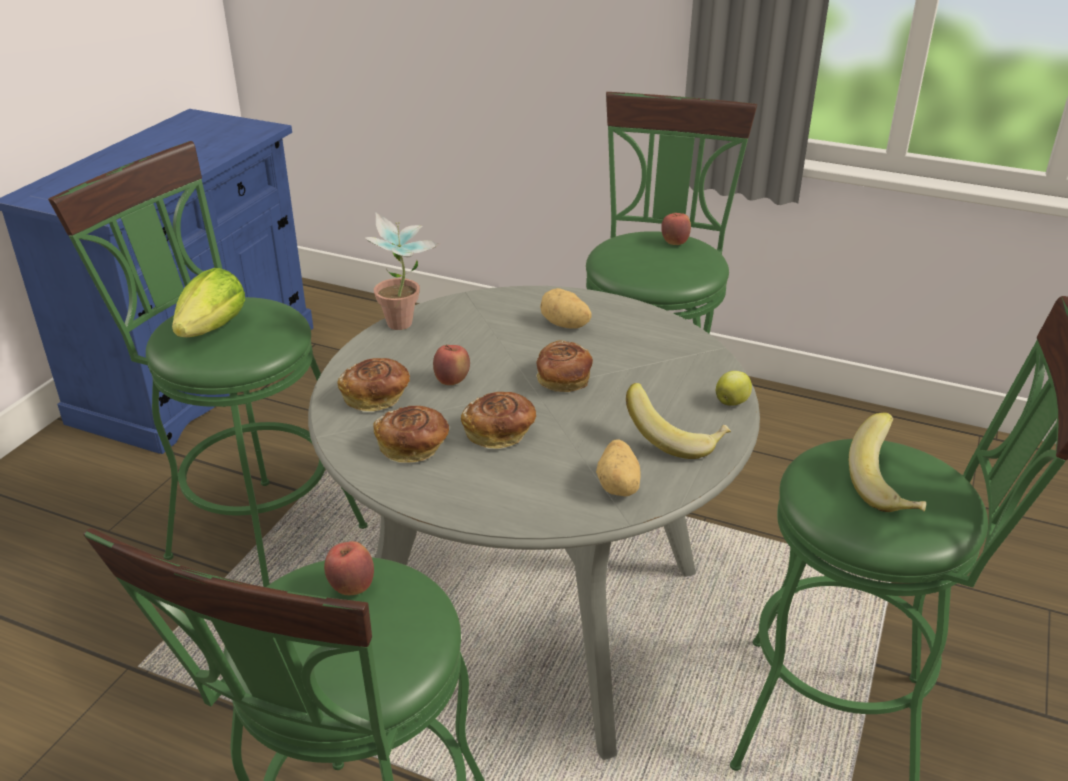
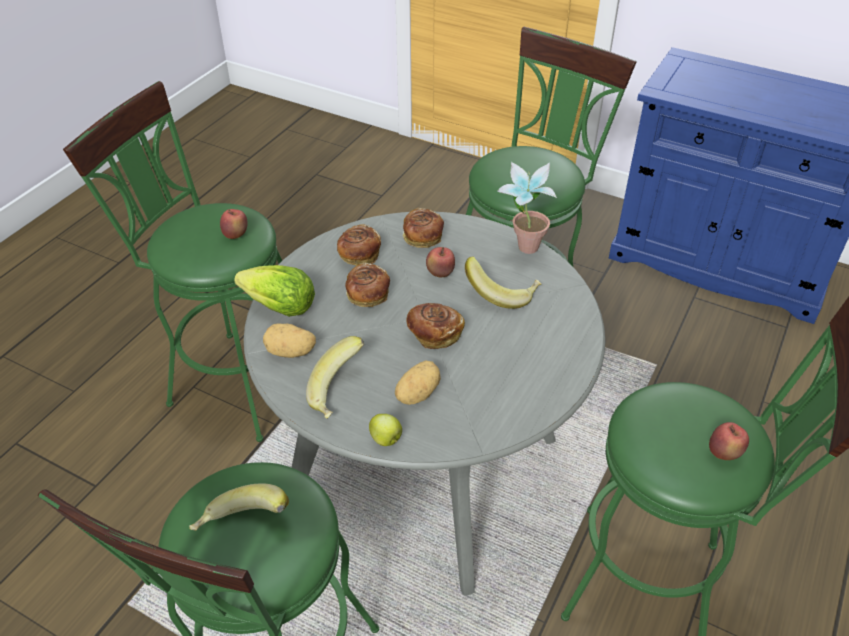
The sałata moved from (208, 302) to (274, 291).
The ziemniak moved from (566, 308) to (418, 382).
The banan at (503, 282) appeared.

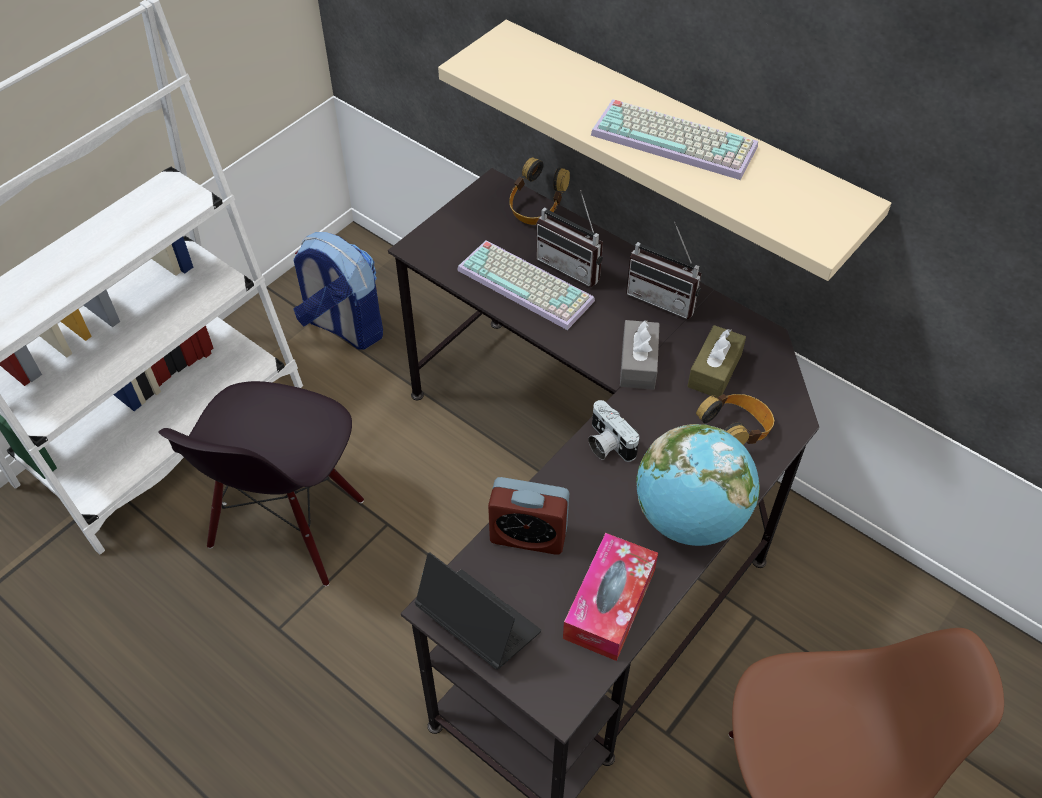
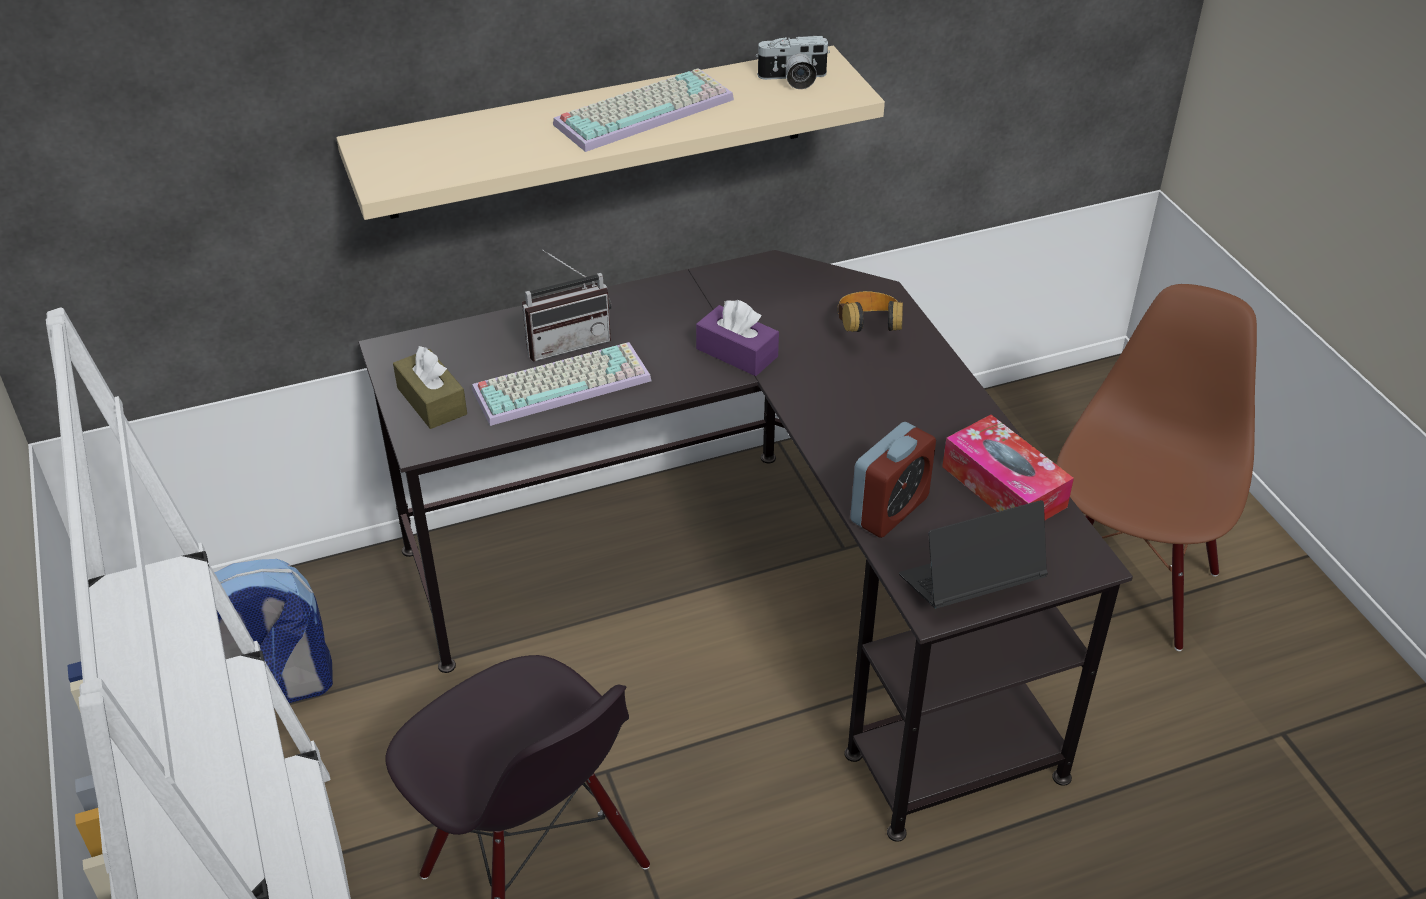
The słuchawki at (539, 191) disappeared.
The aparat fotograficzny moved from (613, 431) to (792, 62).
The pudełko chusteczek [szary] at (640, 355) became the pudełko chusteczek [fioletowy] at (737, 338).
The radio at (664, 270) disappeared.
The globus at (698, 485) disappeared.
The pudełko chusteczek [brązowy] moved from (716, 361) to (430, 387).

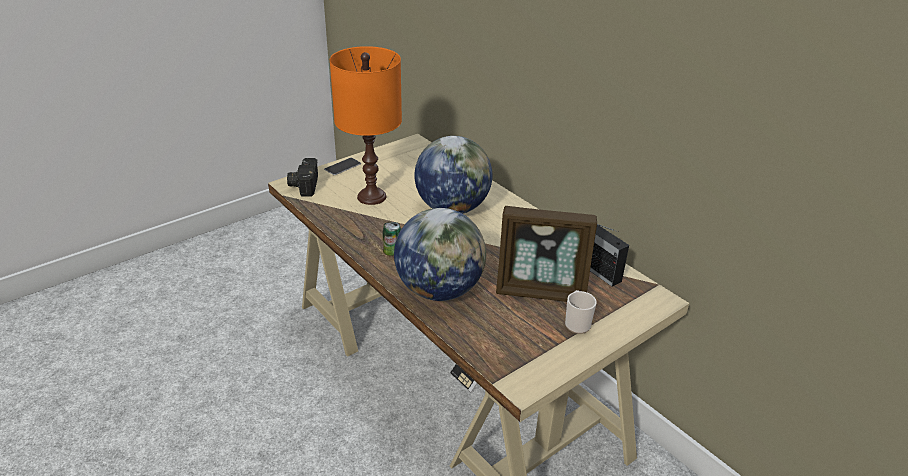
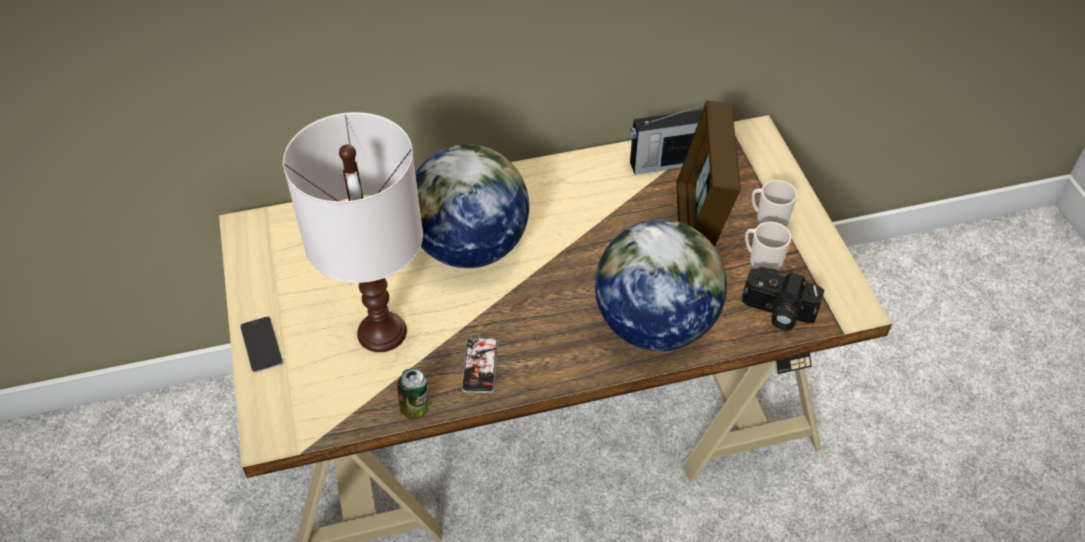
The aparat fotograficzny moved from (302, 177) to (783, 298).
The lampa stołowa [pomarańczowy] at (366, 125) became the lampa stołowa [biały] at (353, 232).
The puszka moved from (392, 239) to (413, 393).
The ramka na zdjęcie at (546, 254) turned 150 degrees clockwise.
The telefon at (480, 365) appeared.
The kubek at (768, 246) appeared.

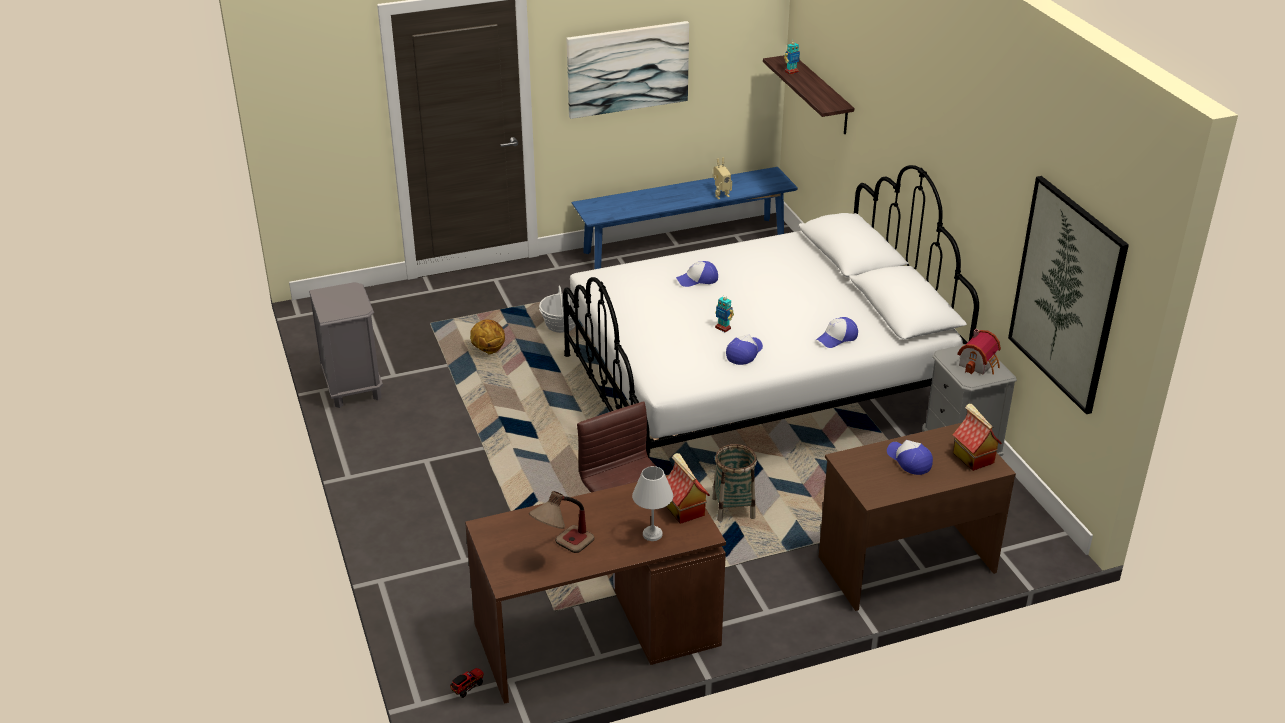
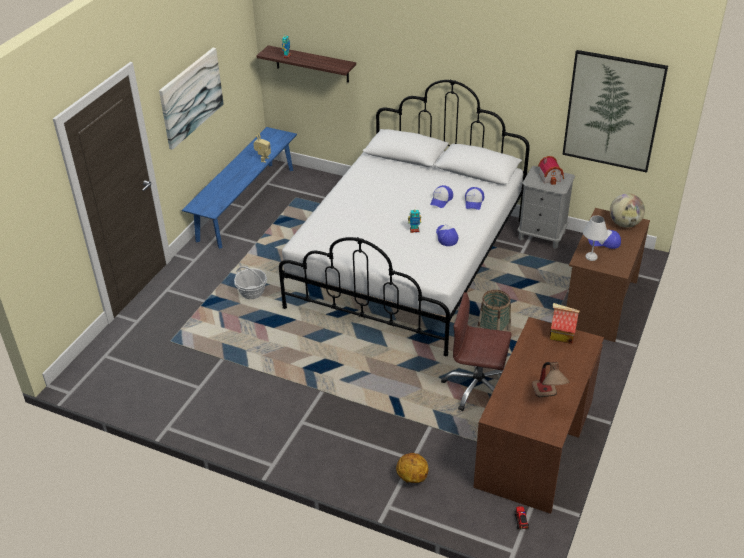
The szafka nocna [szary] at (346, 345) disappeared.
The piłka do koszykówki moved from (487, 336) to (412, 468).
The lampa stołowa [biały] moved from (652, 503) to (595, 238).
The czapka z daszkiem moved from (697, 274) to (441, 196).
The domek at (977, 437) was replaced by the globus at (627, 210).

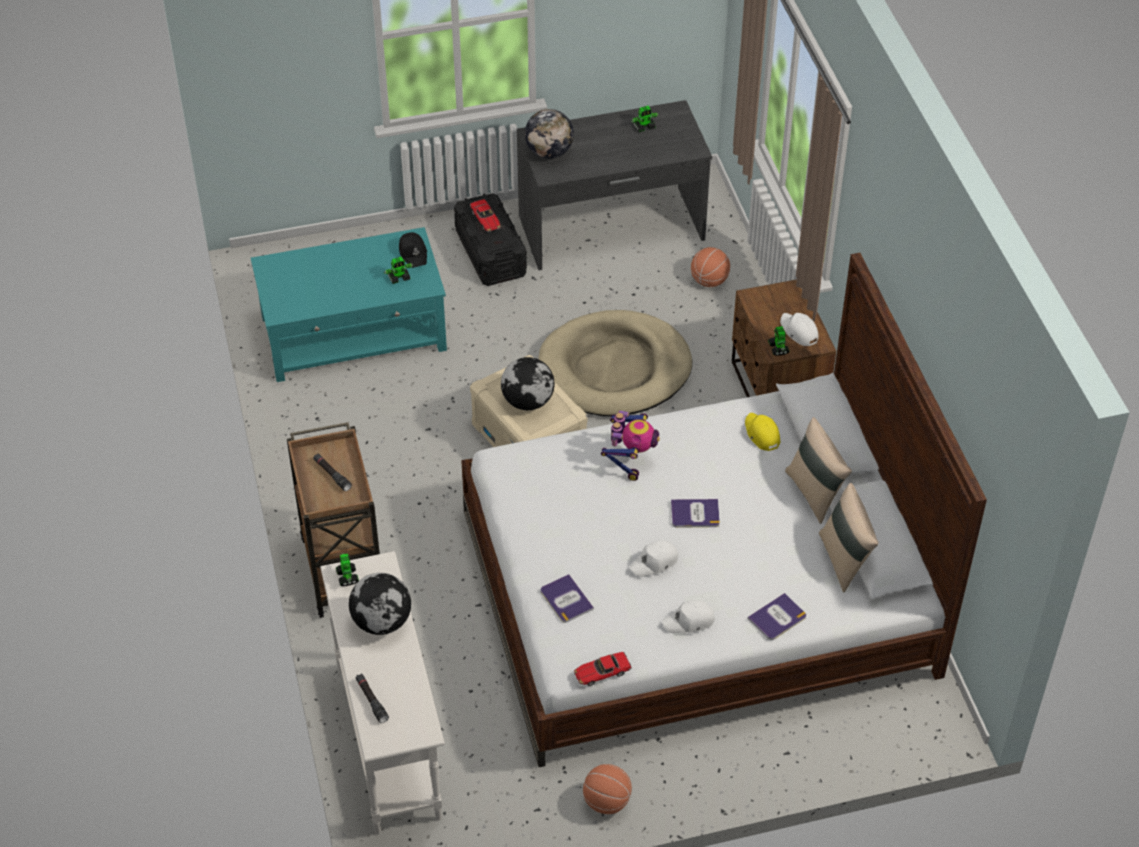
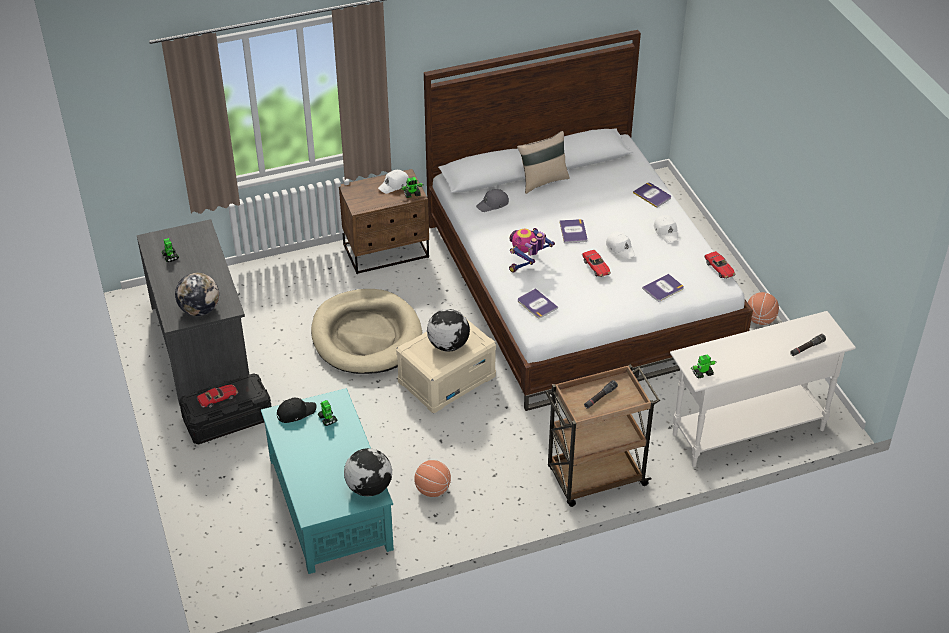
The globus moved from (380, 604) to (368, 472).
The robot zabawkowy at (630, 446) turned 60 degrees counterclockwise.
The piłka do koszykówki moved from (710, 267) to (432, 478).
The czapka z daszkiem [żółty] at (762, 432) became the czapka z daszkiem [szary] at (492, 200).
The poduszka [beżowy] at (849, 537) disappeared.
The książka at (538, 303) appeared.
The samochodzik at (596, 263) appeared.

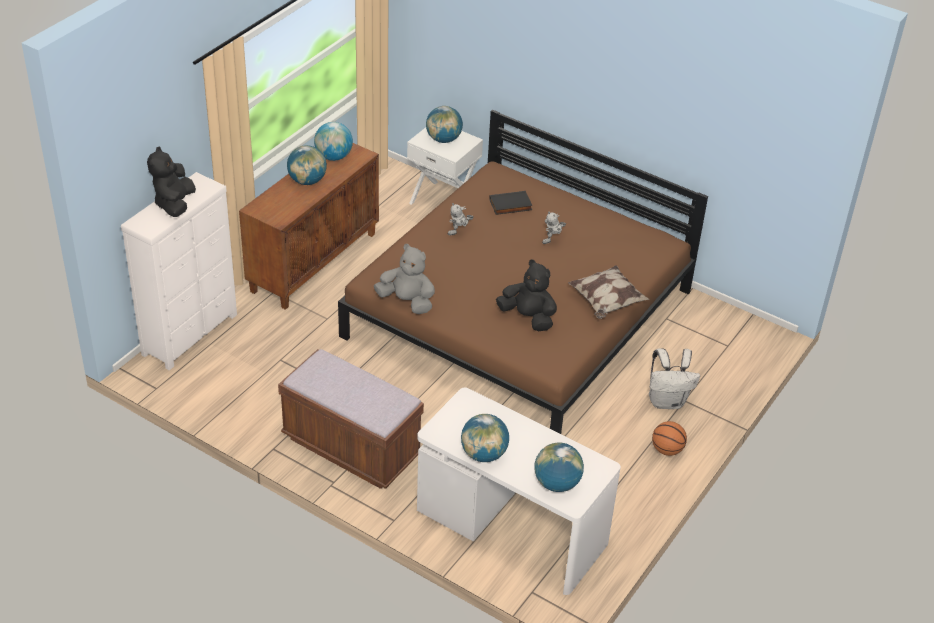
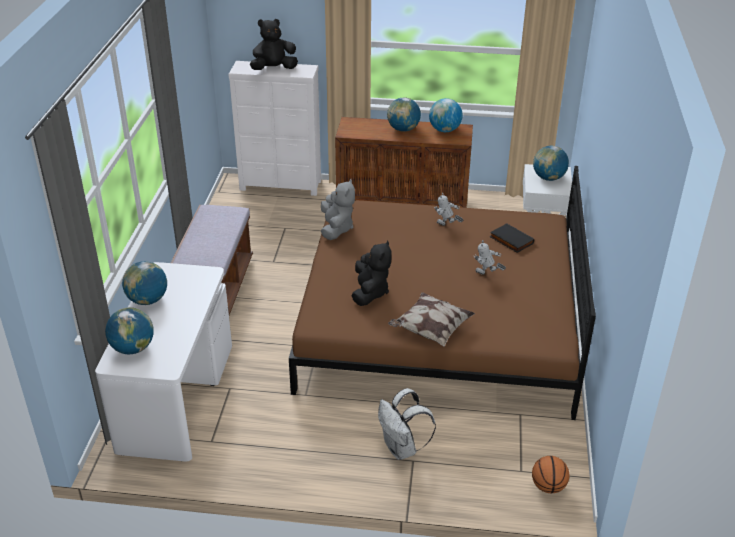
The piłka do koszykówki moved from (669, 438) to (550, 474).

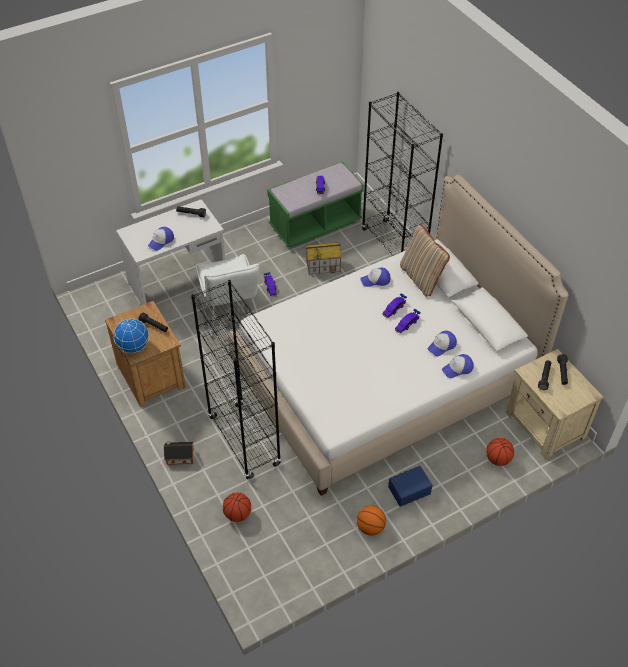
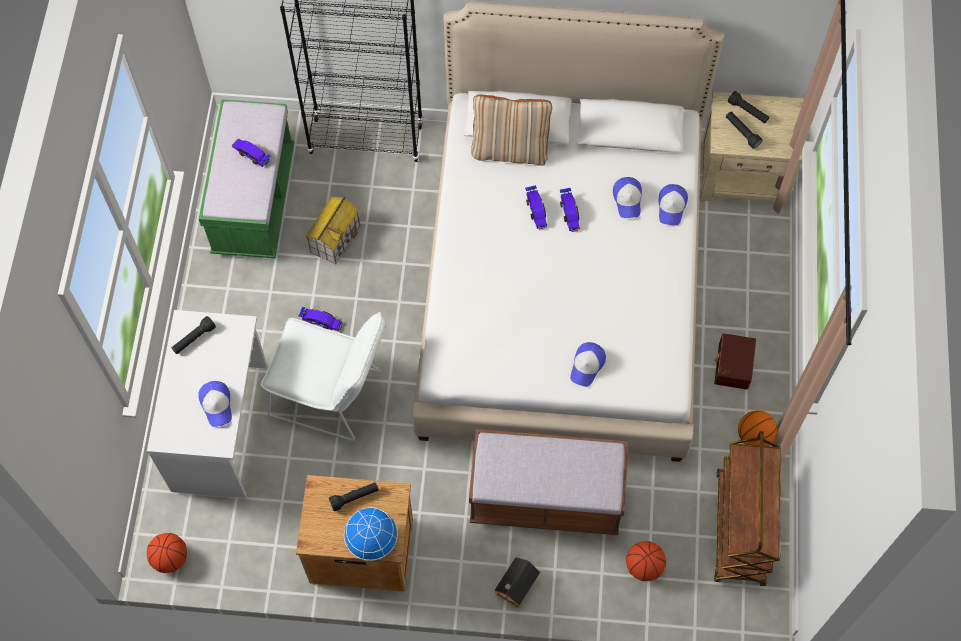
The regał [czarny] at (236, 380) was replaced by the ławka [brązowy] at (548, 482).
The czapka z daszkiem moved from (375, 277) to (588, 364).
The pojemnik do przechowywania [niebieski] at (410, 486) became the pojemnik do przechowywania [brązowy] at (735, 361).
The piłka do koszykówki moved from (500, 452) to (167, 553).
The wózek [brązowy] at (747, 508) appeared.

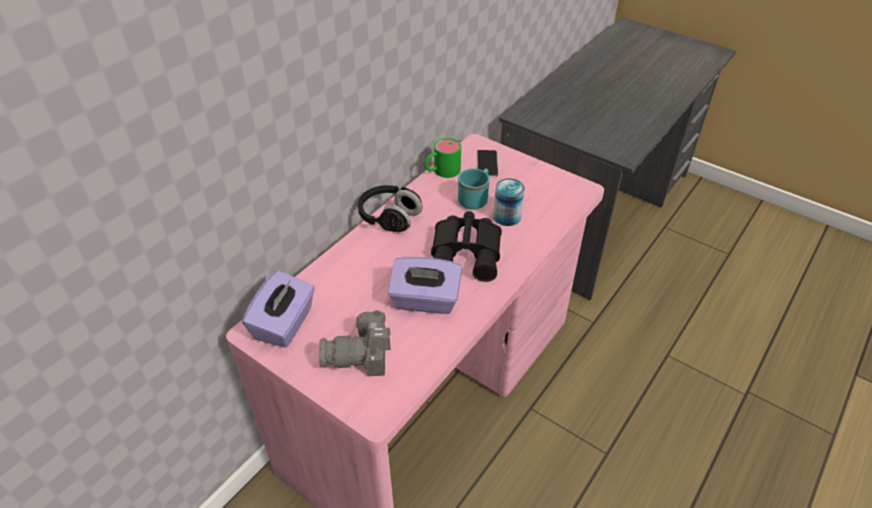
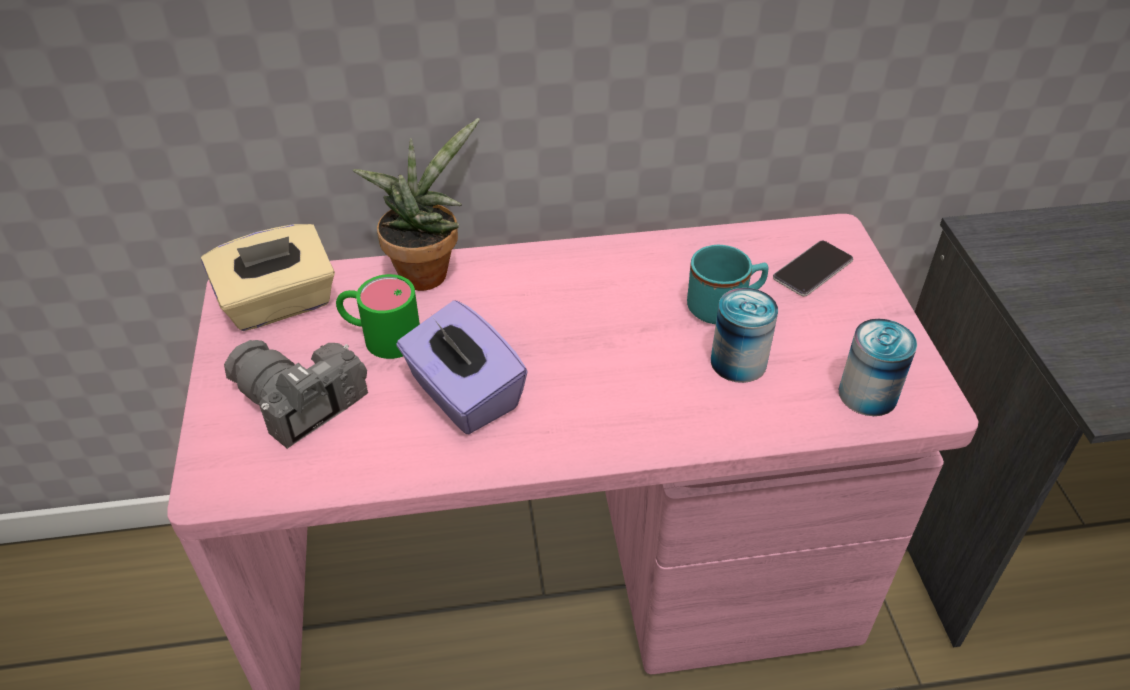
The pudełko chusteczek [fioletowy] at (278, 309) became the pudełko chusteczek [beżowy] at (268, 277).
The słuchawki [czarny] at (390, 208) disappeared.
The kubek [zielony] moved from (442, 158) to (378, 316).
The lornetka [czarny] at (466, 246) disappeared.
The roślina doniczkowa at (416, 204) appeared.
The puszka at (878, 367) appeared.

